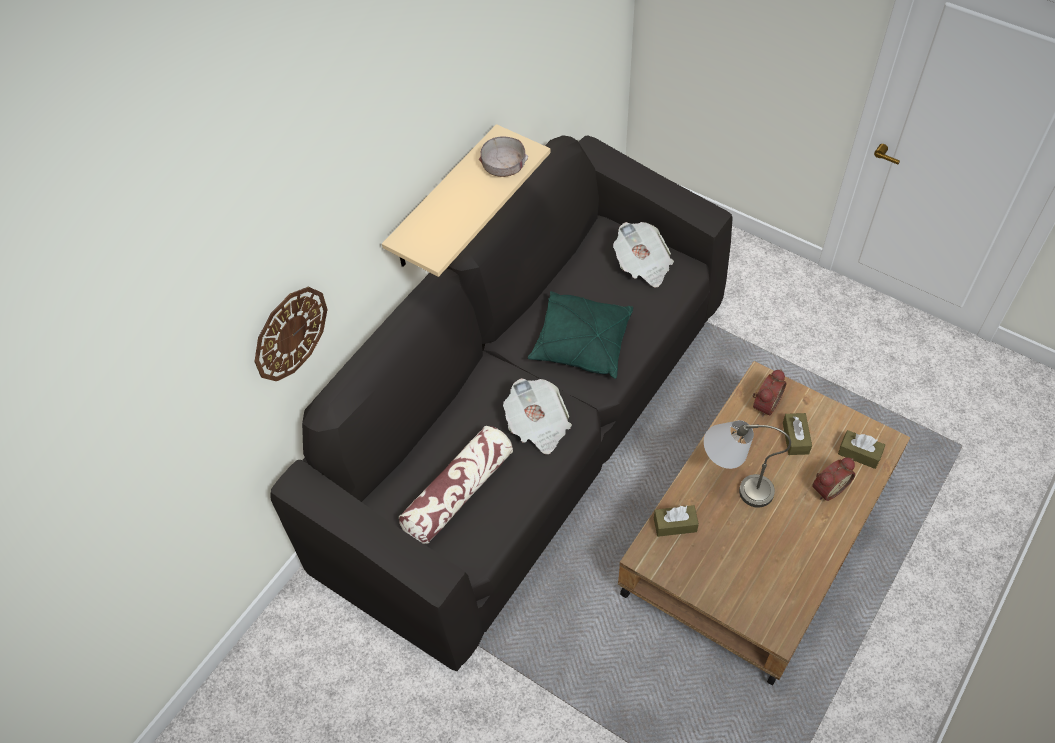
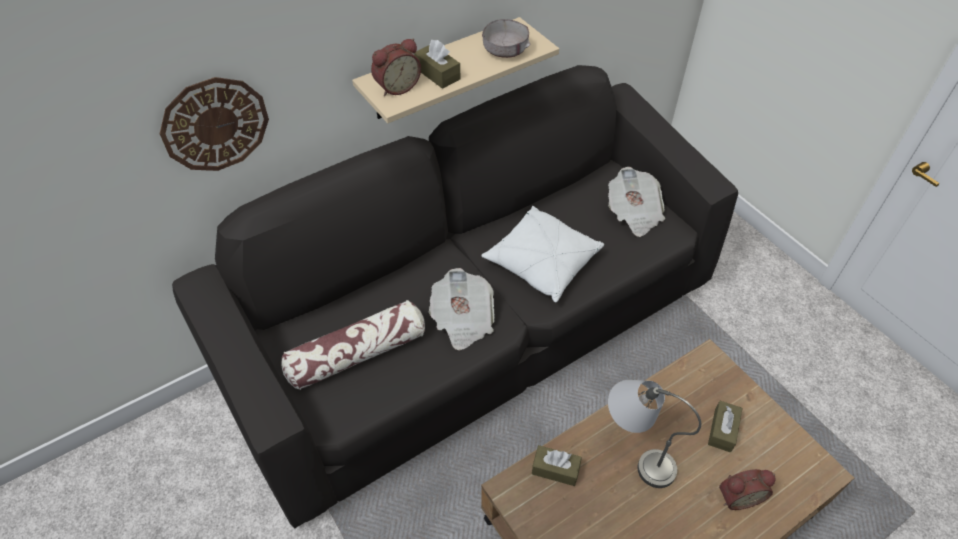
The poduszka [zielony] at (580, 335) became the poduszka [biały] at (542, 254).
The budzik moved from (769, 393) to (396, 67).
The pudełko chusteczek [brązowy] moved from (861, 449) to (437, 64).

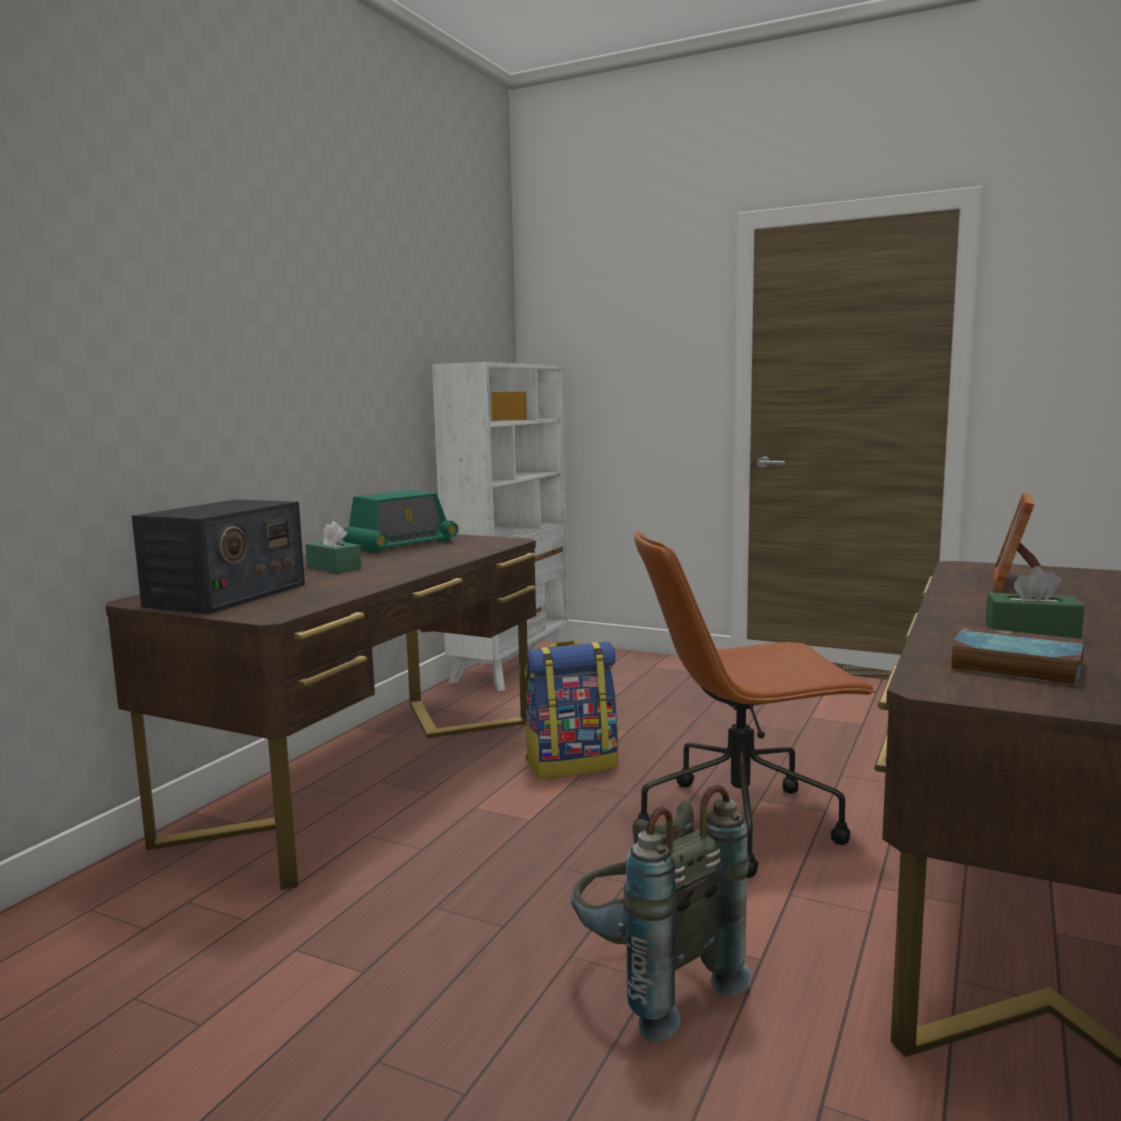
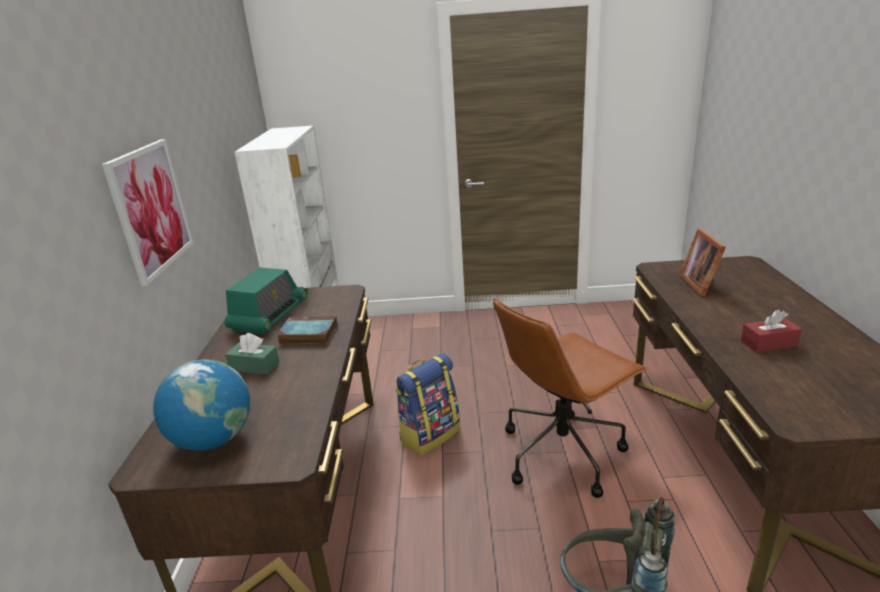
The radio at (218, 556) was replaced by the globus at (201, 405).
The książka moved from (1016, 656) to (307, 330).
The pudełko chusteczek [zielony] at (1034, 602) became the pudełko chusteczek [czerwony] at (771, 331).
The obraz at (148, 212) appeared.

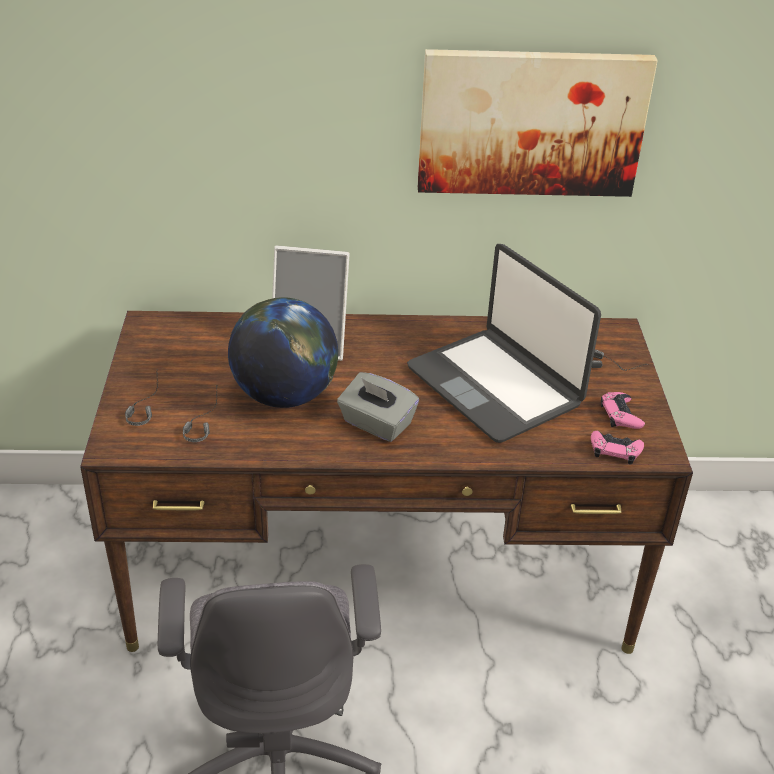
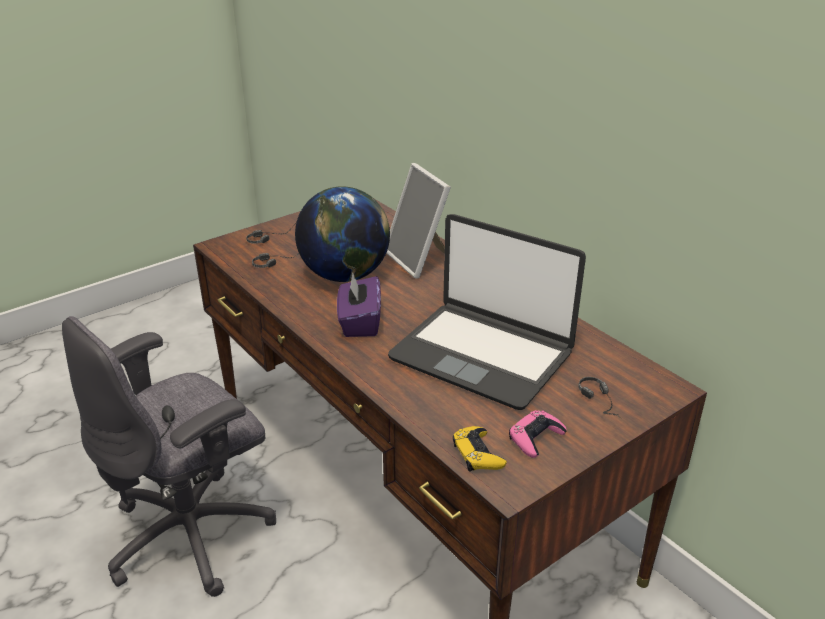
The pudełko chusteczek [szary] at (378, 407) became the pudełko chusteczek [fioletowy] at (359, 304).
The laptop at (504, 343) turned 75 degrees counterclockwise.
The obraz at (538, 123) disappeared.
The pad do gier [różowy] at (617, 448) became the pad do gier [żółty] at (480, 449).

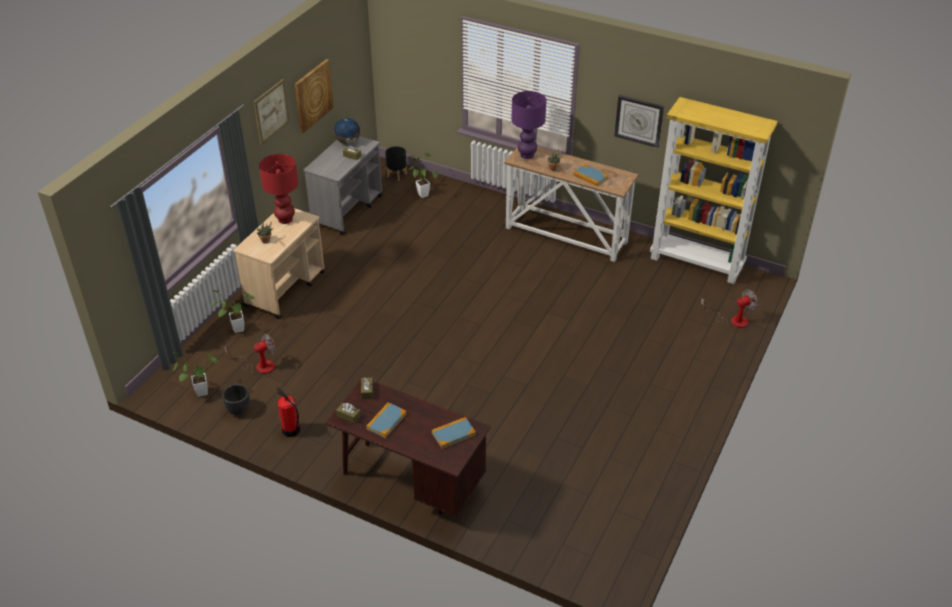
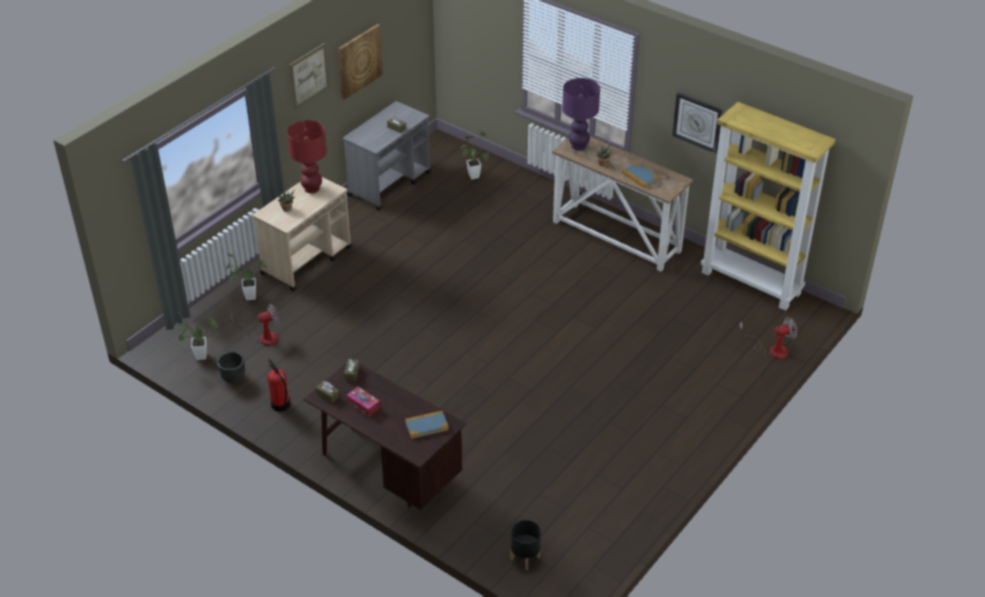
The globus at (347, 131) disappeared.
The książka at (386, 420) was replaced by the pudełko chusteczek at (363, 402).
The donica [czarny] moved from (396, 163) to (525, 545).

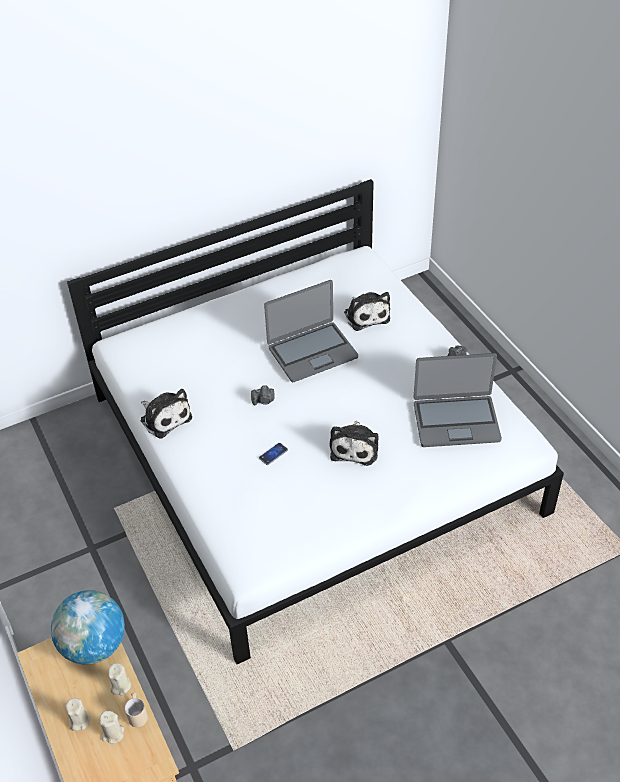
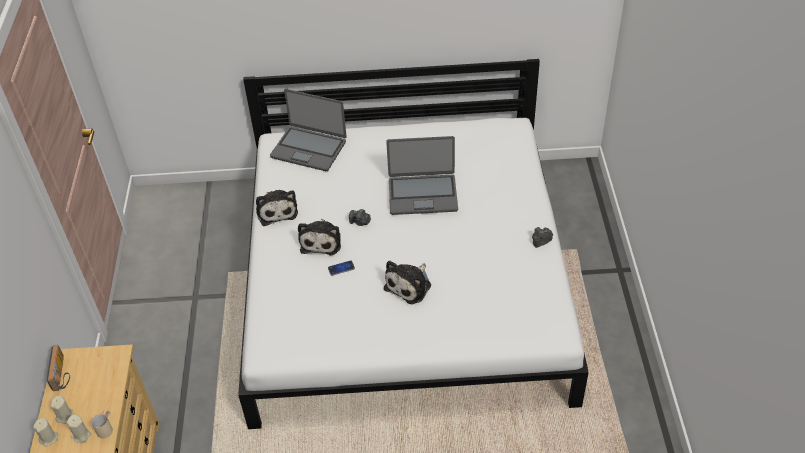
The globus at (88, 627) disappeared.
The świeca [beżowy] moved from (119, 679) to (45, 432).
The pluszak moved from (367, 311) to (319, 237).
The laptop moved from (457, 400) to (308, 130).
The radio at (58, 368) appeared.

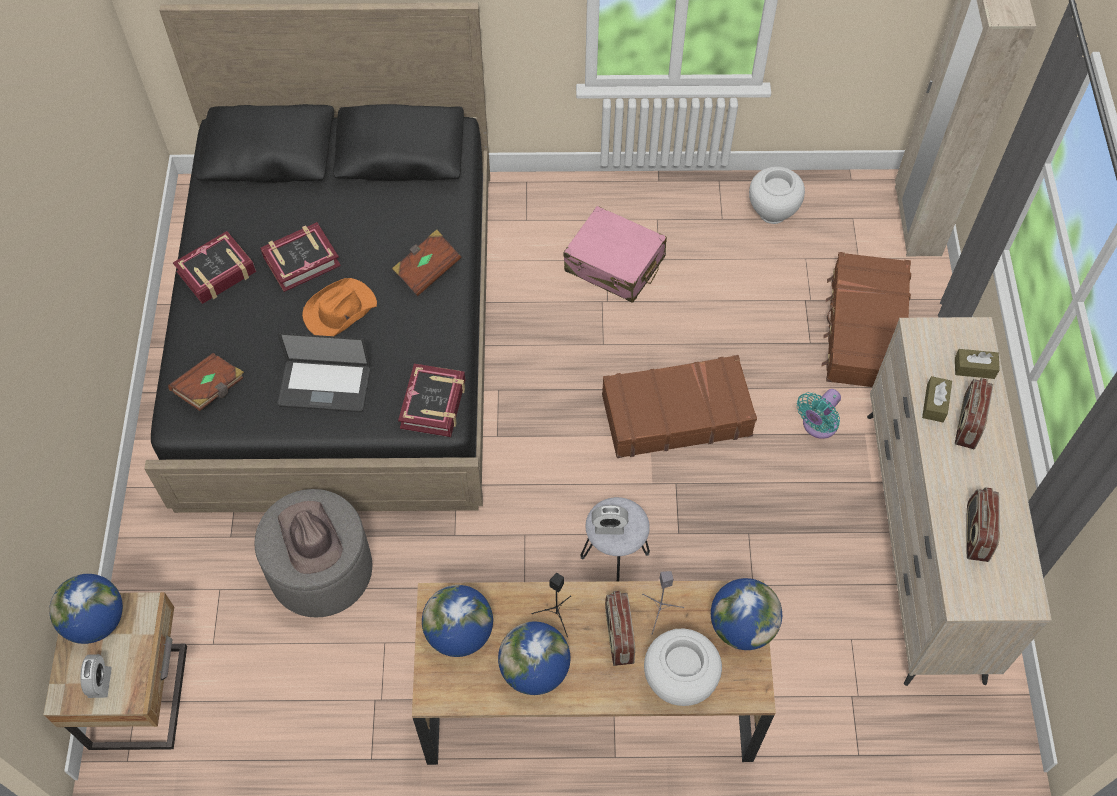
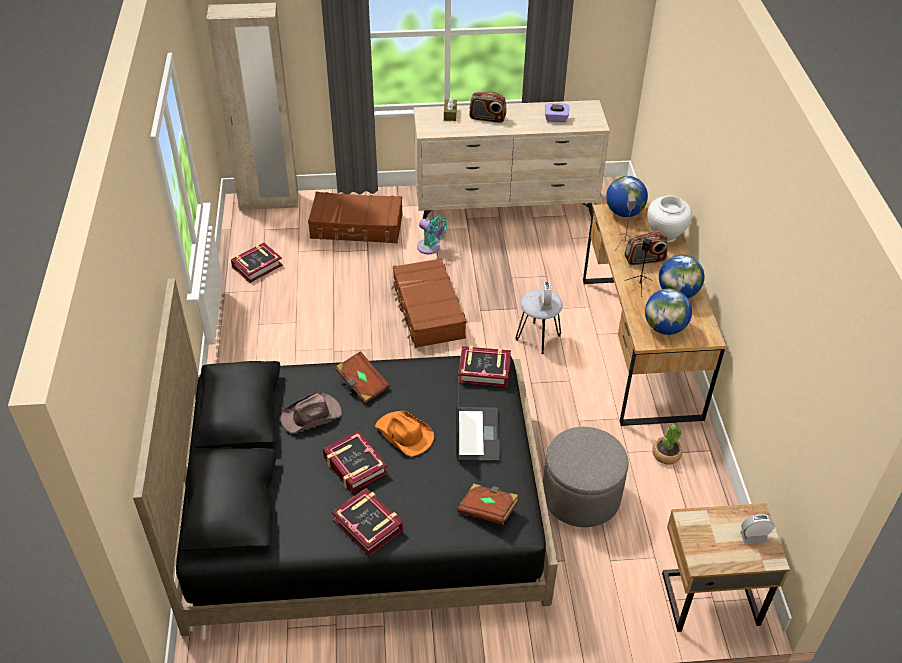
The globus at (86, 609) disappeared.
The kapelusz [brązowy] moved from (310, 537) to (311, 412).
The walizka [różowy] at (615, 254) disappeared.
The wazon [biały] at (777, 195) was replaced by the książka at (257, 263).
The pudełko chusteczek [brązowy] at (937, 399) disappeared.
The radio at (983, 524) was replaced by the pudełko chusteczek [fioletowy] at (557, 112).
The roślina doniczkowa at (667, 444) appeared.

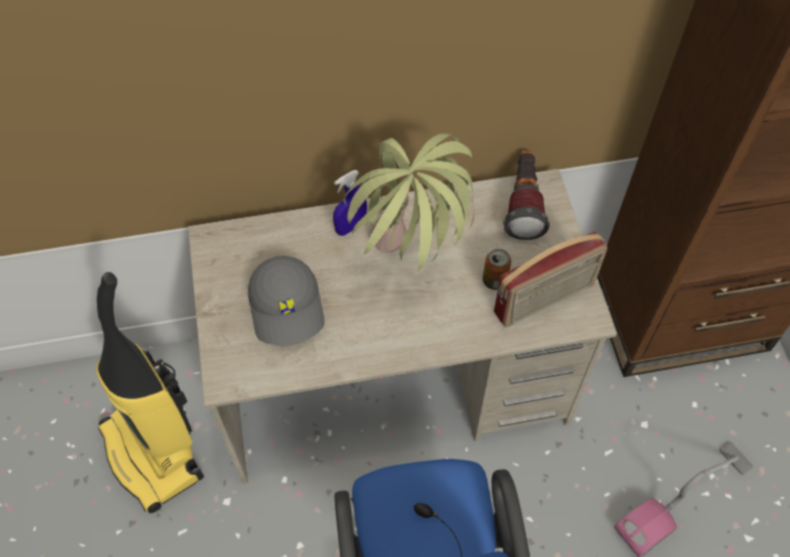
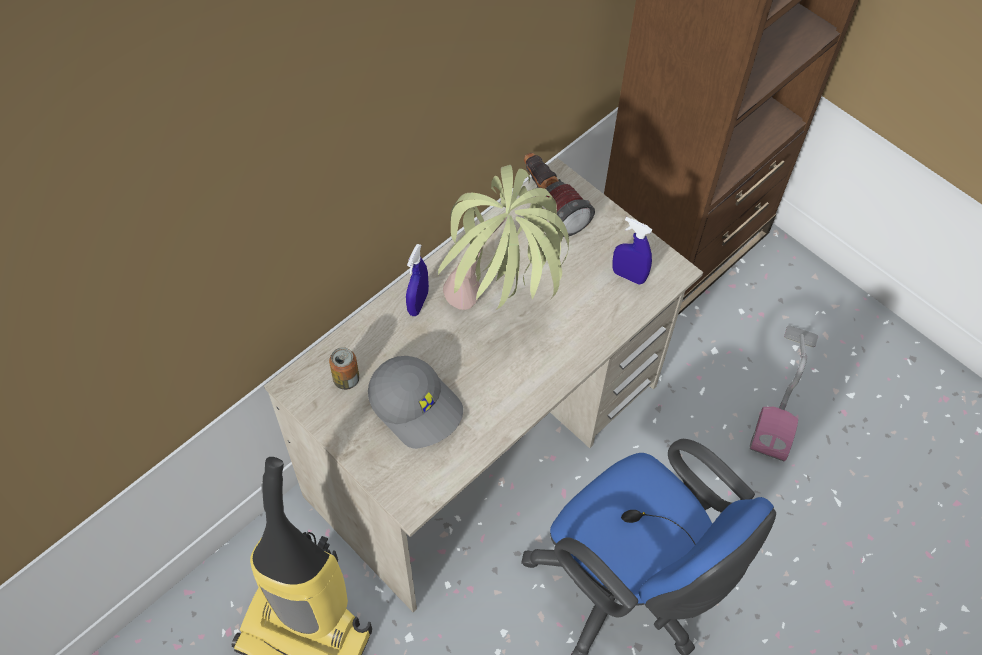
The puszka moved from (497, 269) to (344, 368).
The radio at (550, 279) was replaced by the spryskiwacz [niebieski] at (632, 251).

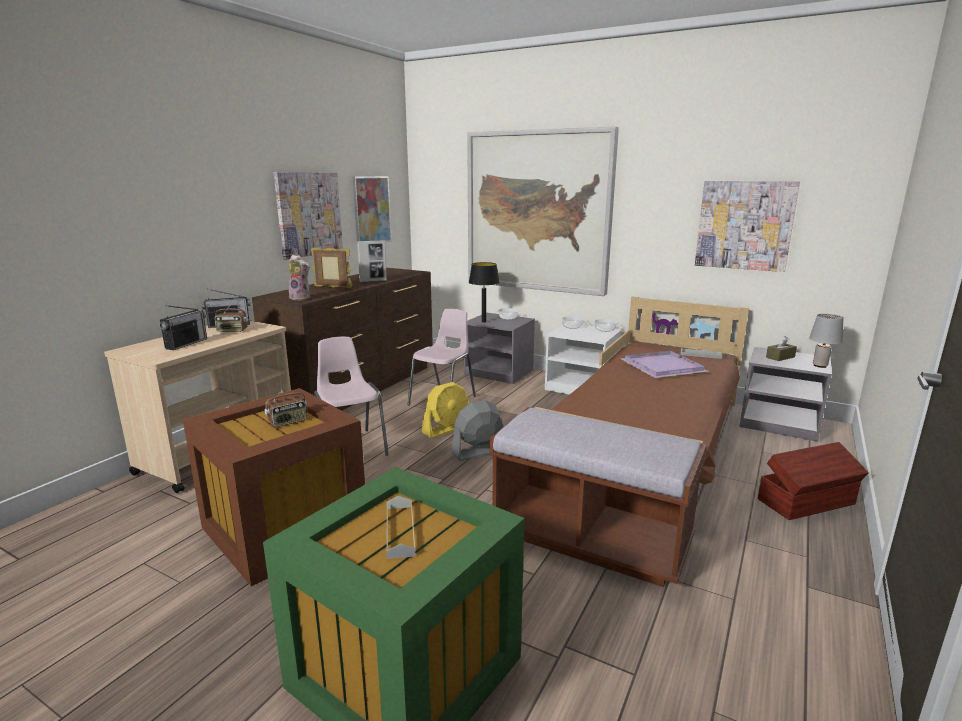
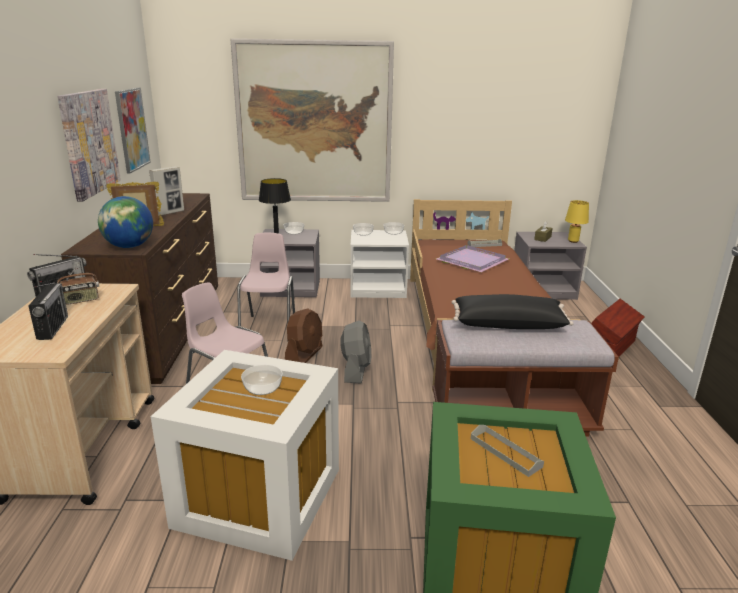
The pojemnik do przechowywania [brązowy] at (274, 487) became the pojemnik do przechowywania [biały] at (245, 455).
The radio at (286, 404) was replaced by the miska at (262, 380).
The pluszak at (299, 278) was replaced by the globus at (125, 222).
The wentylator [żółty] at (445, 410) became the wentylator [brązowy] at (304, 335).
The wentylator [szary] at (477, 430) turned 150 degrees clockwise.
The obraz at (747, 226) disappeared.
The lampa stołowa [szary] at (826, 341) became the lampa stołowa [żółty] at (577, 221).
The poduszka [czarny] at (513, 311) appeared.

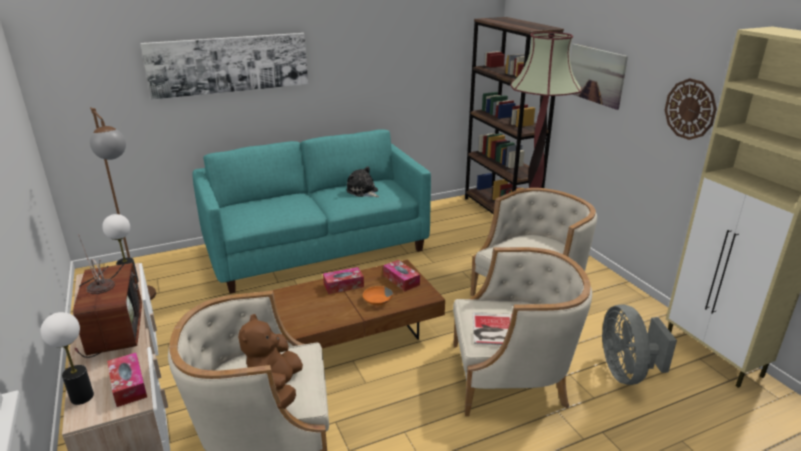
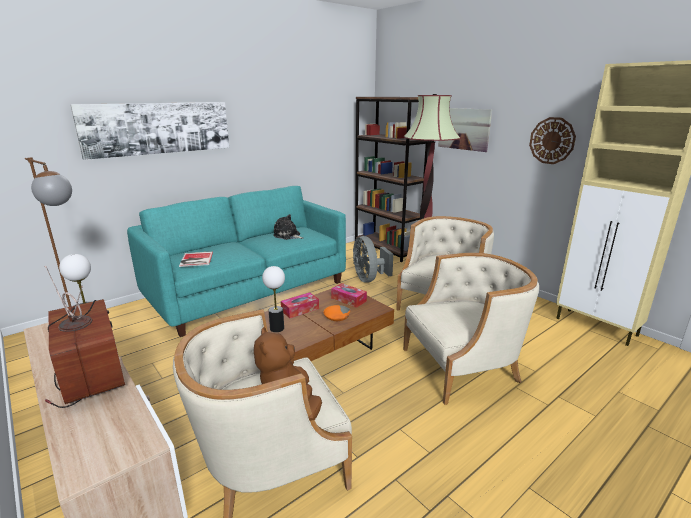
The lampa stołowa moved from (67, 358) to (273, 299).
The pudełko chusteczek at (127, 380) disappeared.
The książka moved from (492, 328) to (196, 259).
The wentylator [szary] moved from (639, 344) to (373, 259).

